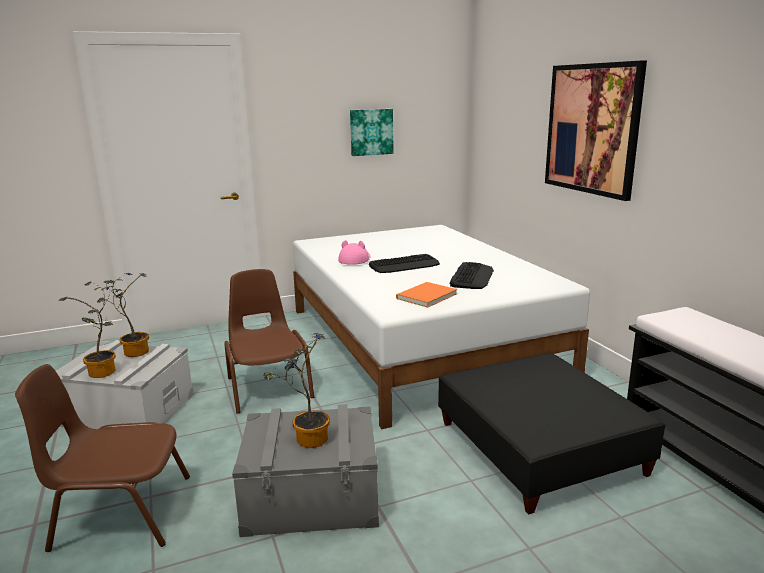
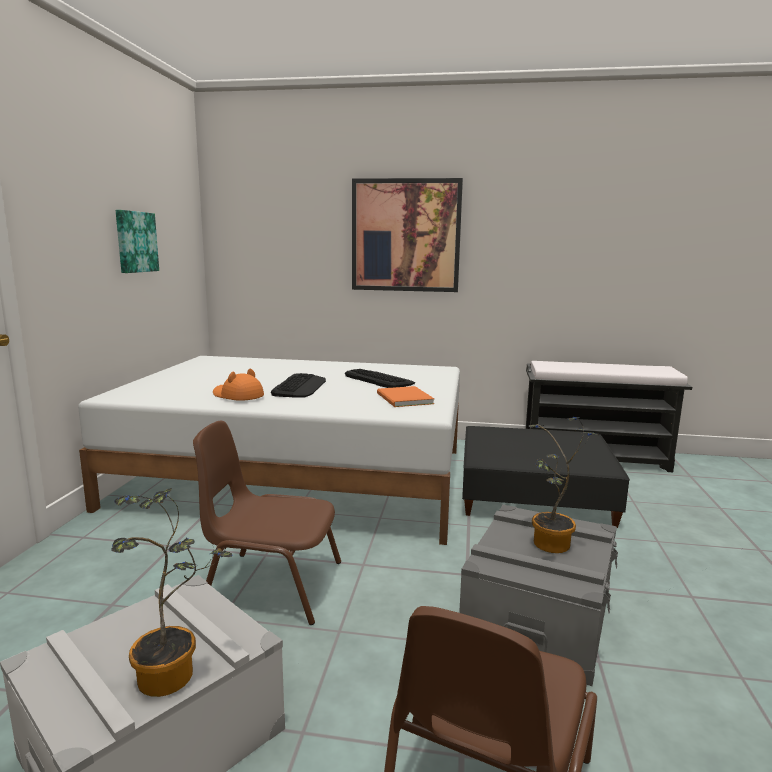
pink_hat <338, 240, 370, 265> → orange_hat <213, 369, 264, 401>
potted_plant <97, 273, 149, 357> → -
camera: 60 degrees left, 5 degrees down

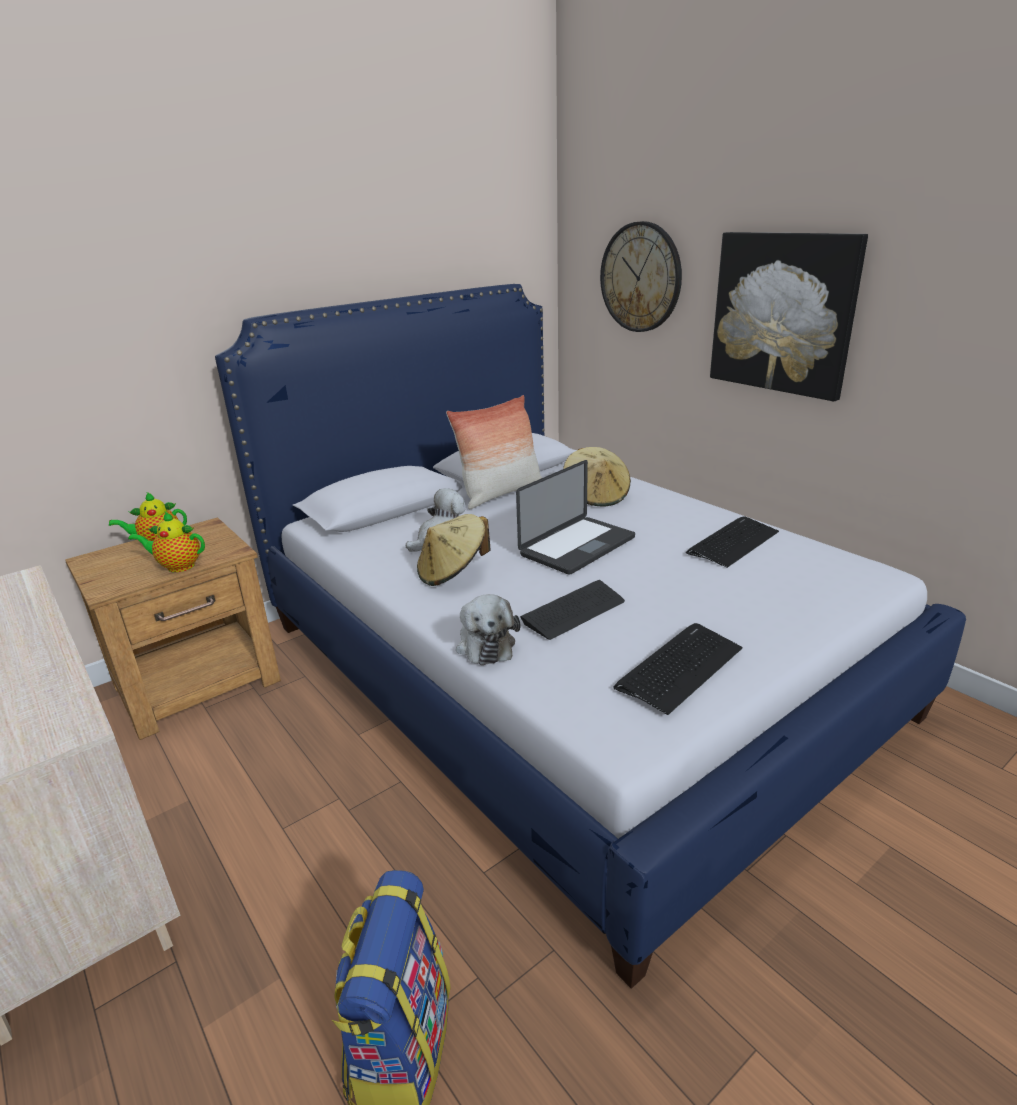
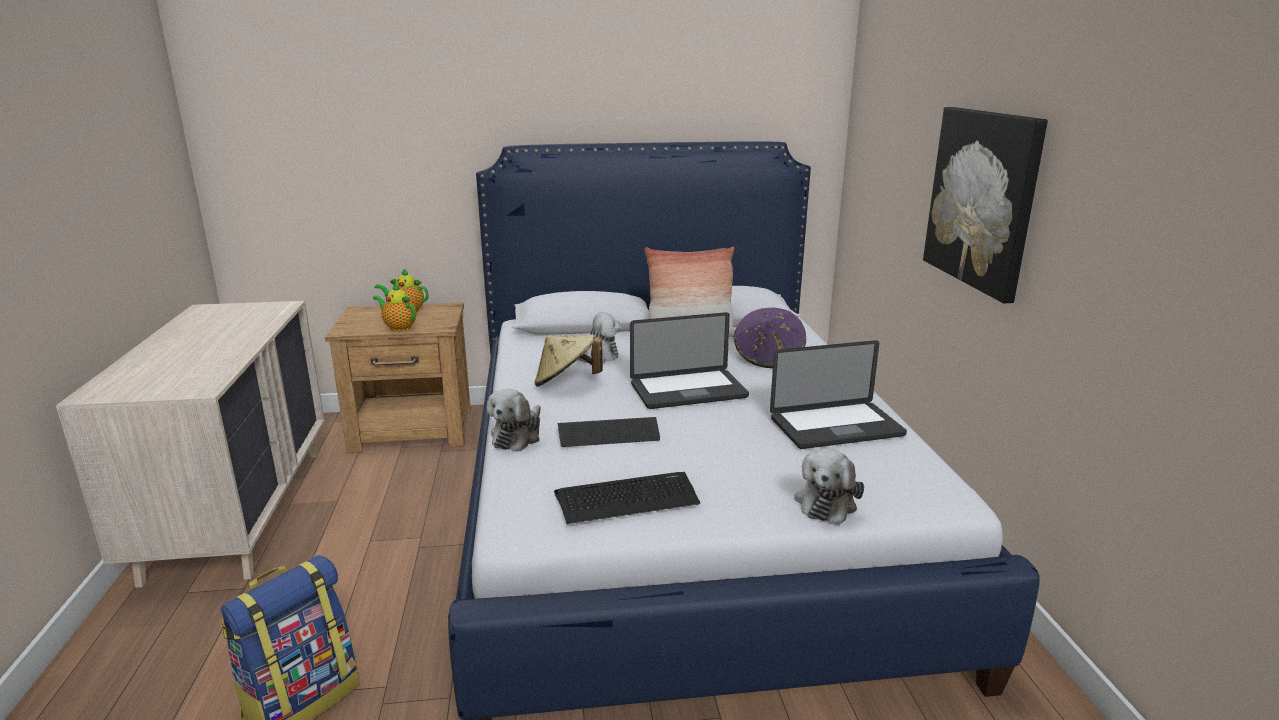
beige_hat <563, 447, 631, 507> → purple_hat <734, 307, 806, 368>
keyboard <686, 516, 779, 568> → laptop <770, 340, 907, 449>
- → plush_toy <794, 449, 864, 523>
wall_clock <600, 221, 682, 332> → -
camera: 30 degrees right, 5 degrees down

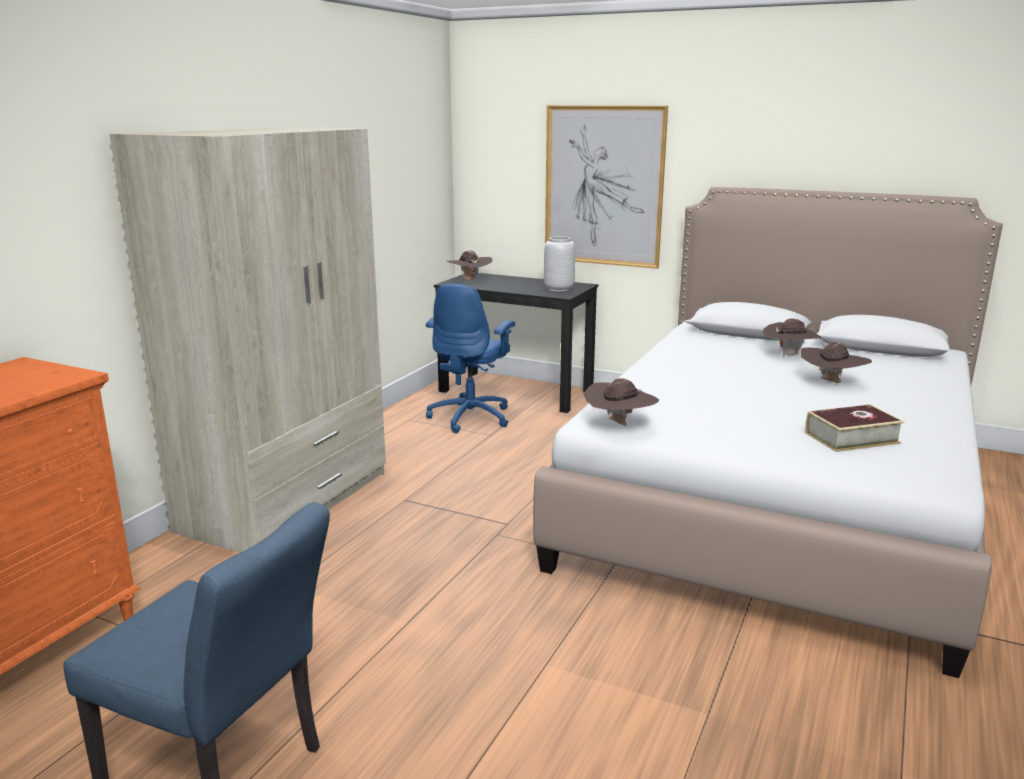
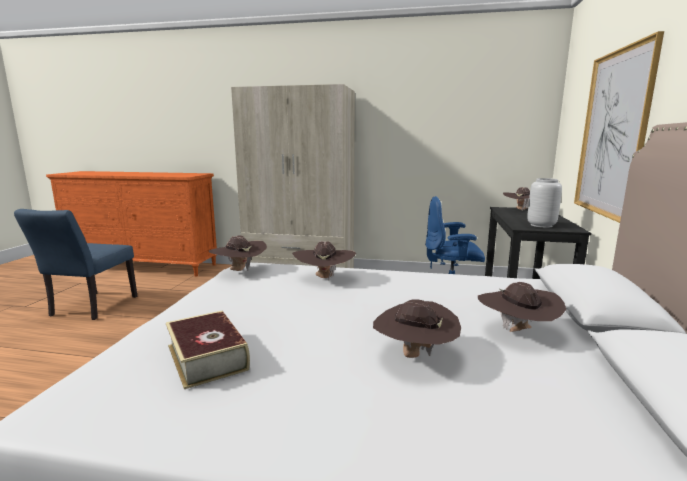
- → brown_hat <292, 241, 356, 279>
camera: 75 degrees right, 5 degrees down

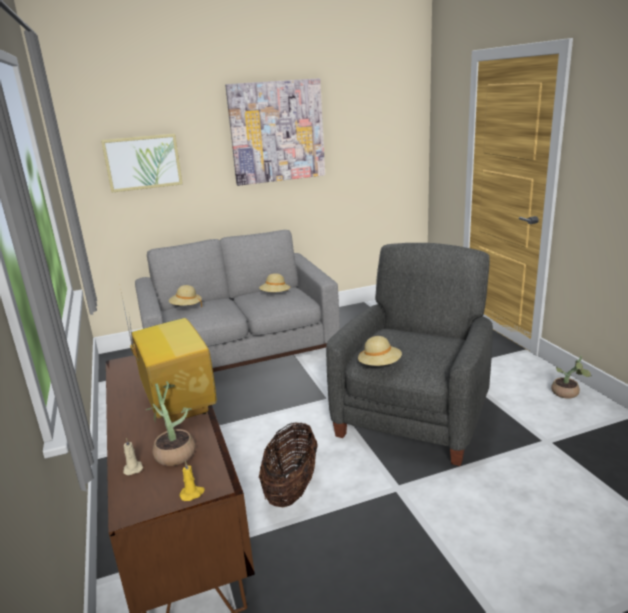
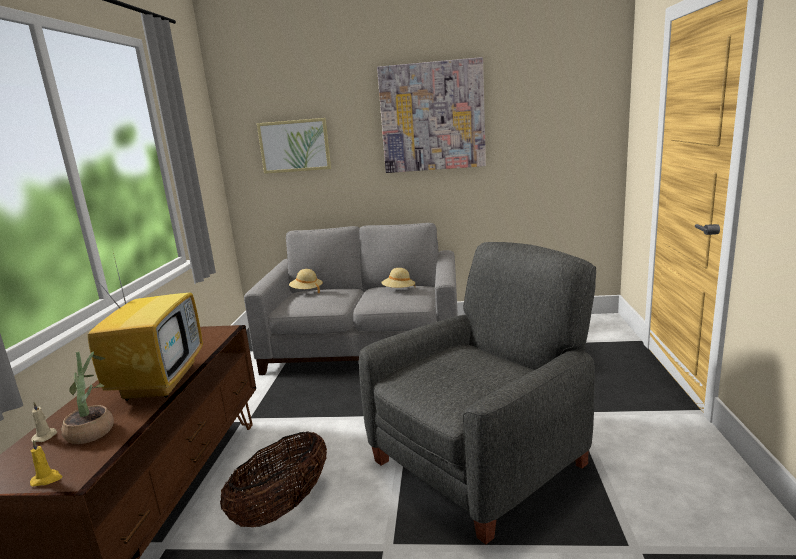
beige_hat <358, 336, 402, 366> → -
potted_plant <551, 356, 592, 399> → -
camera: 25 degrees right, 5 degrees down

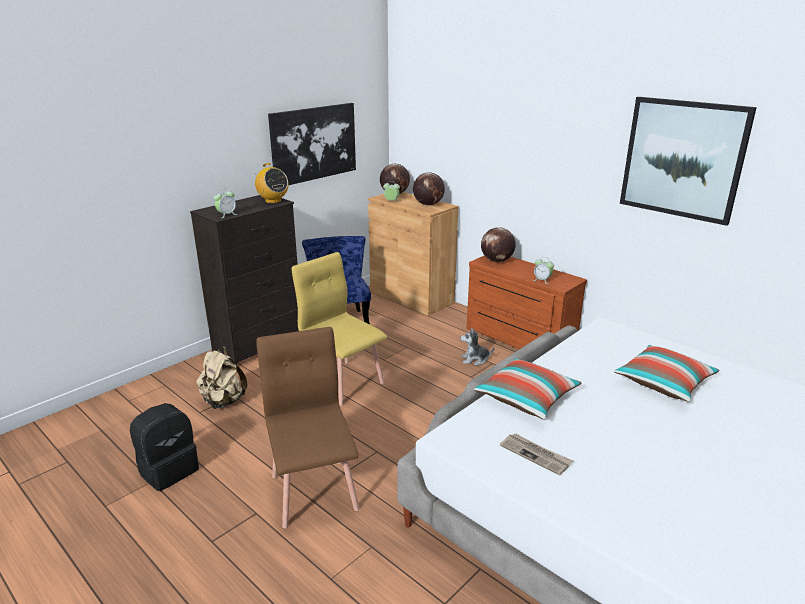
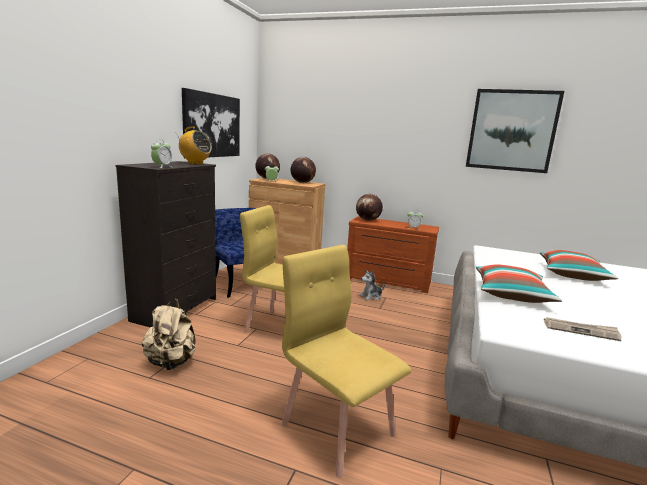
brown_chair <256, 327, 359, 528> → yellow_chair <282, 245, 411, 478>
black_backpack <130, 403, 199, 491> → -
camera: 25 degrees left, 10 degrees down

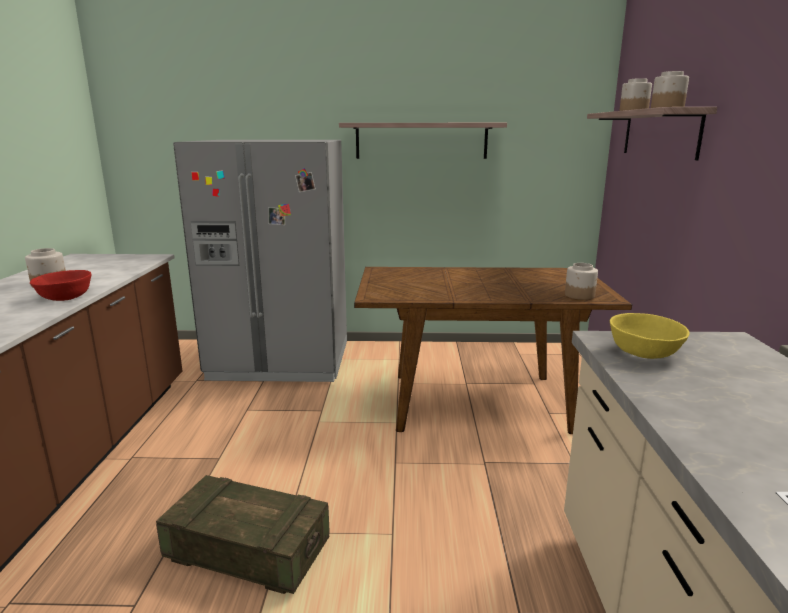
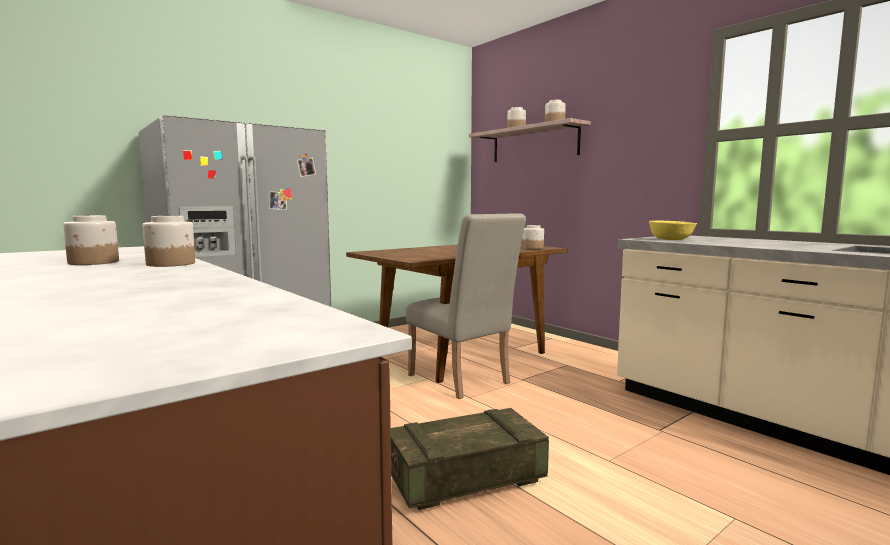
red_bowl <30, 270, 91, 301> → jar <143, 216, 195, 267>
- → beige_chair <406, 213, 526, 399>
shelf <339, 123, 507, 159> → -
camera: 40 degrees left, 10 degrees down

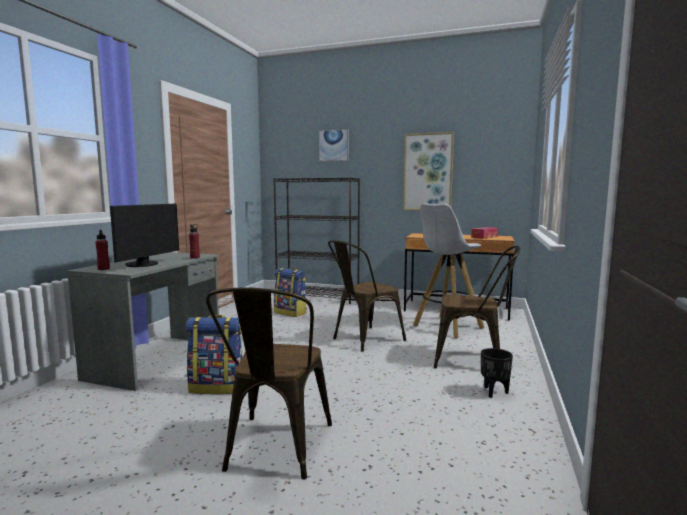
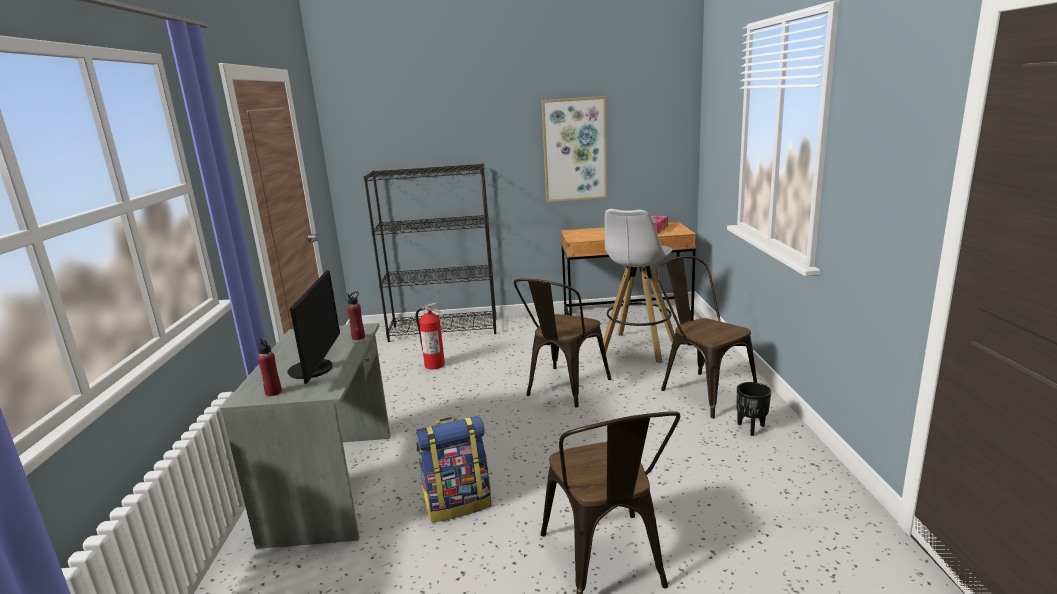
backpack <274, 268, 307, 317> → fire_extinguisher <416, 302, 445, 369>
brown_chair <434, 246, 520, 368> → brown_chair <657, 256, 757, 418>, 120 degrees counterclockwise
picture <319, 129, 349, 162> → -
camera: 20 degrees left, 10 degrees up

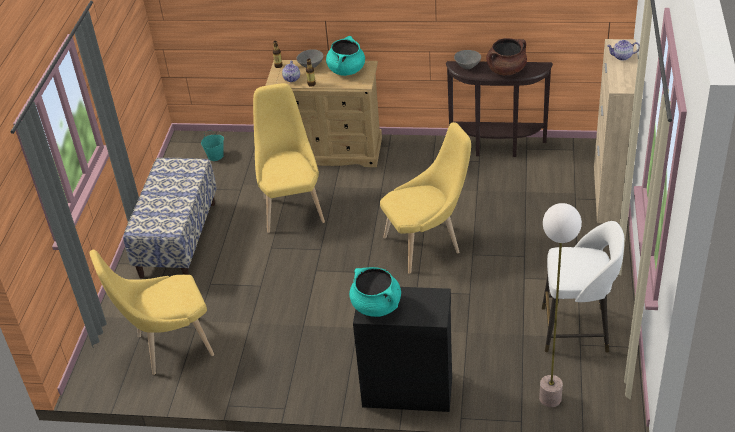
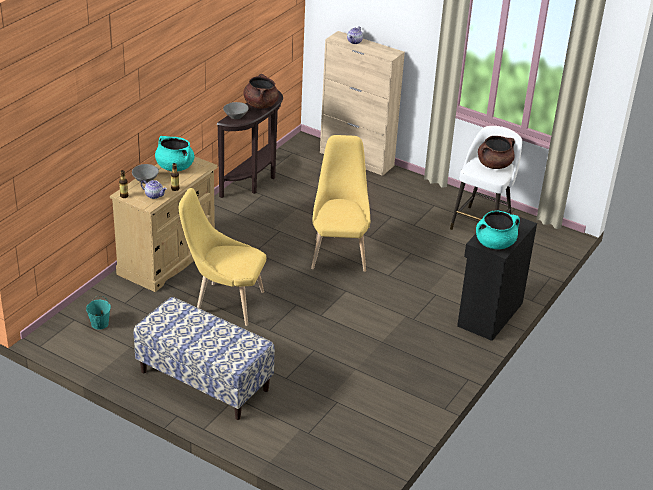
- → brown_cooking_pot <478, 136, 515, 169>
yellow_chair <89, 250, 214, 375> → -
floor_lamp <539, 203, 582, 407> → -
camera: 70 degrees left, 5 degrees down

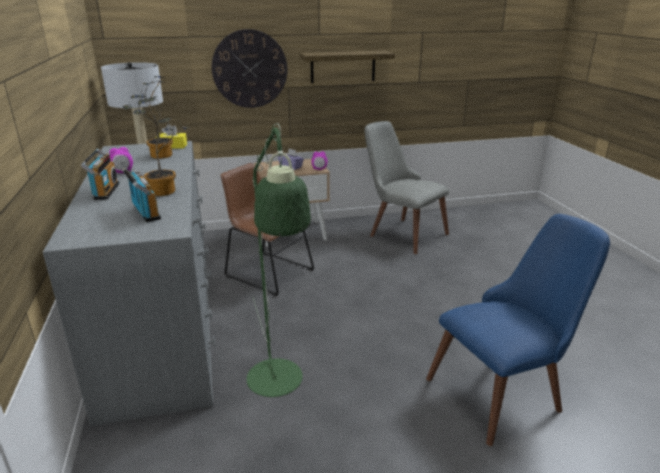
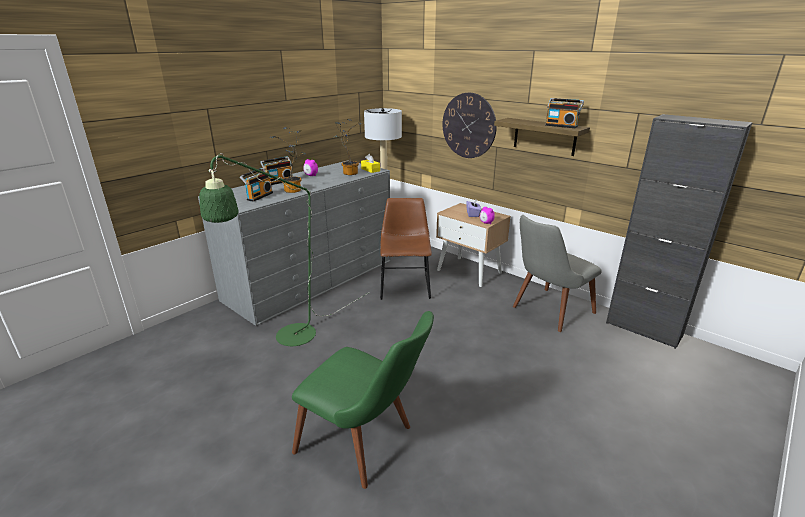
blue_chair <426, 214, 610, 446> → green_chair <292, 311, 434, 489>
grey_chair <364, 121, 449, 254> → grey_chair <513, 215, 602, 332>, 135 degrees counterclockwise
- → radio <545, 98, 584, 128>
- → black_cabinet <606, 114, 753, 349>
camera: 55 degrees right, 0 degrees up

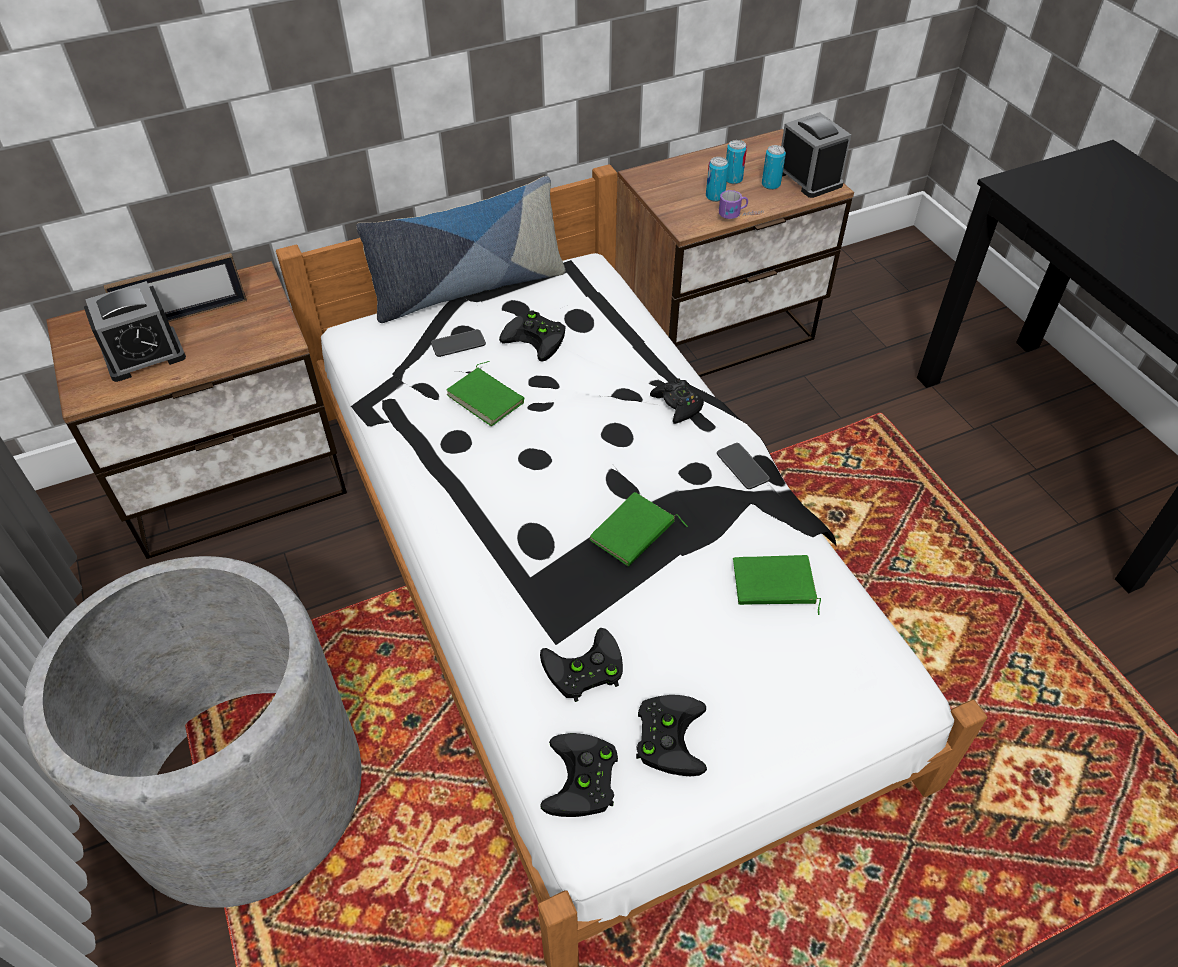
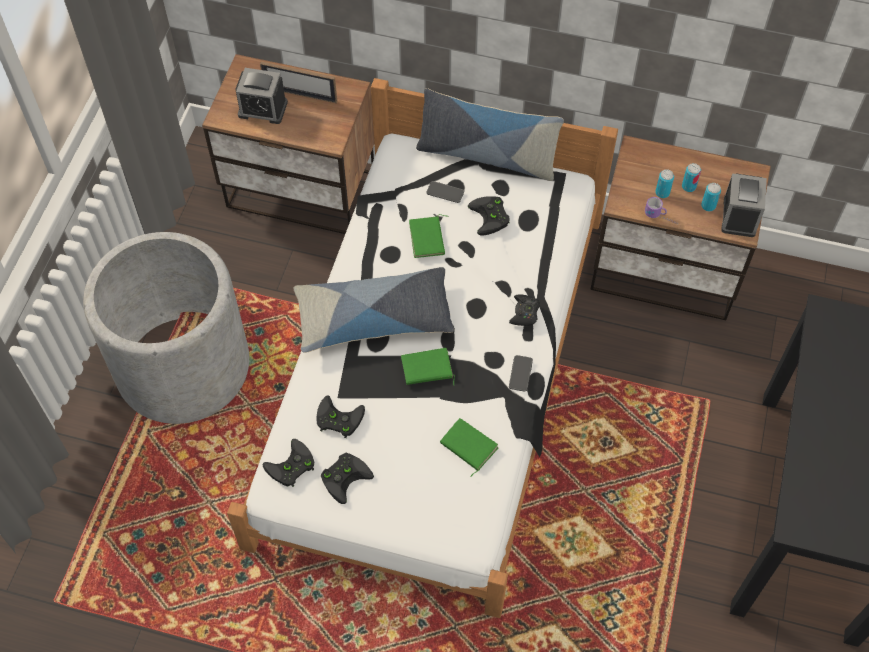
- → pillow <293, 267, 454, 353>
camera: 40 degrees right, 10 degrees up

